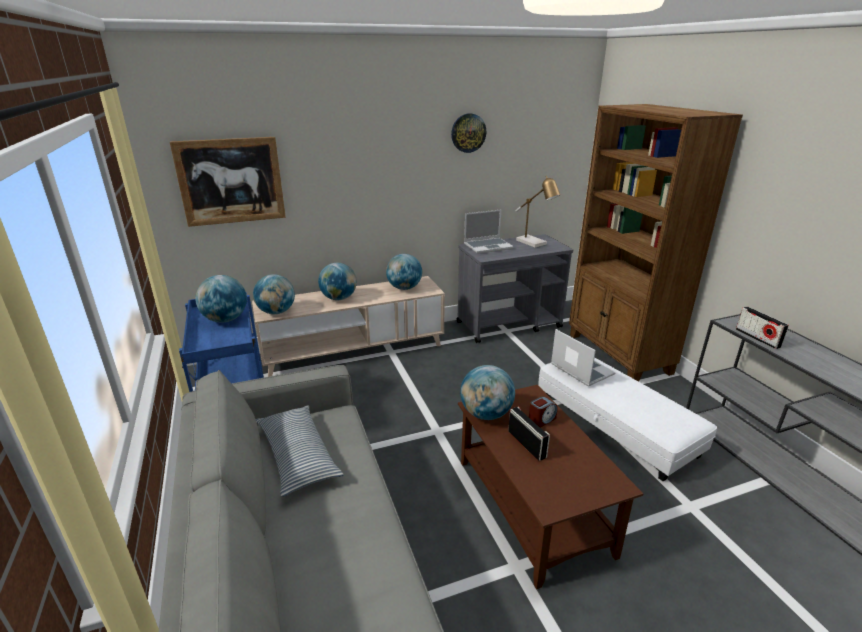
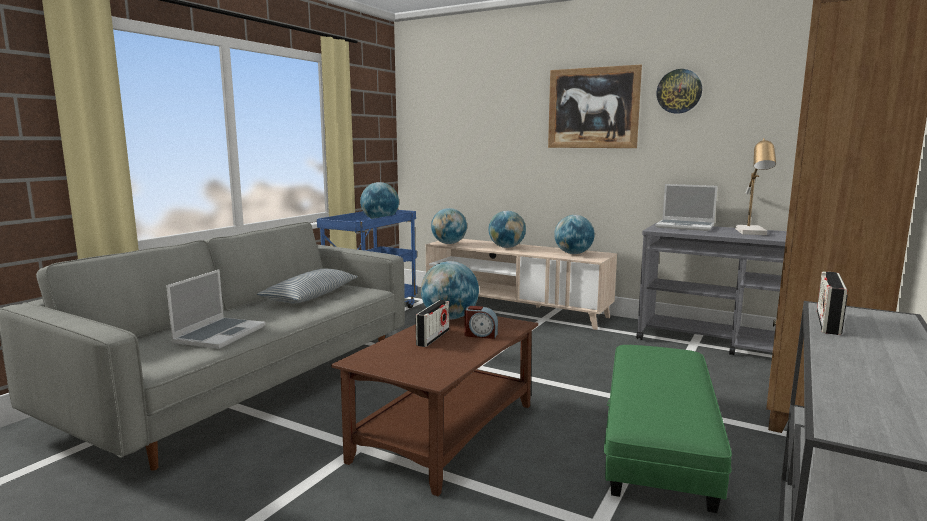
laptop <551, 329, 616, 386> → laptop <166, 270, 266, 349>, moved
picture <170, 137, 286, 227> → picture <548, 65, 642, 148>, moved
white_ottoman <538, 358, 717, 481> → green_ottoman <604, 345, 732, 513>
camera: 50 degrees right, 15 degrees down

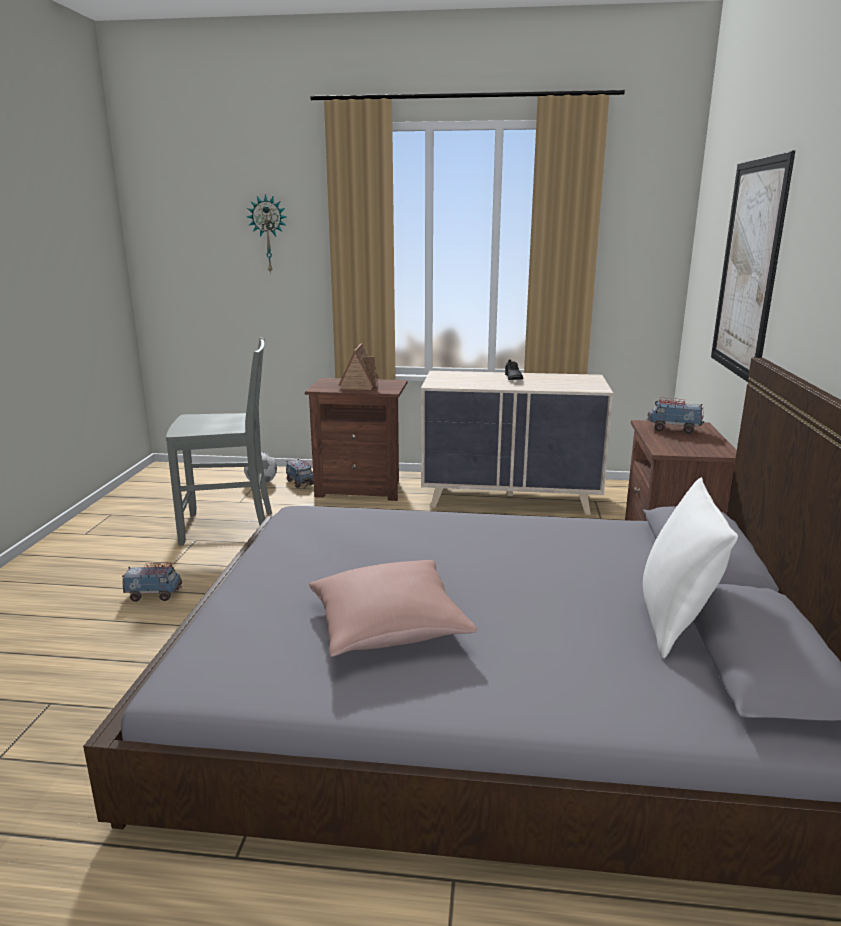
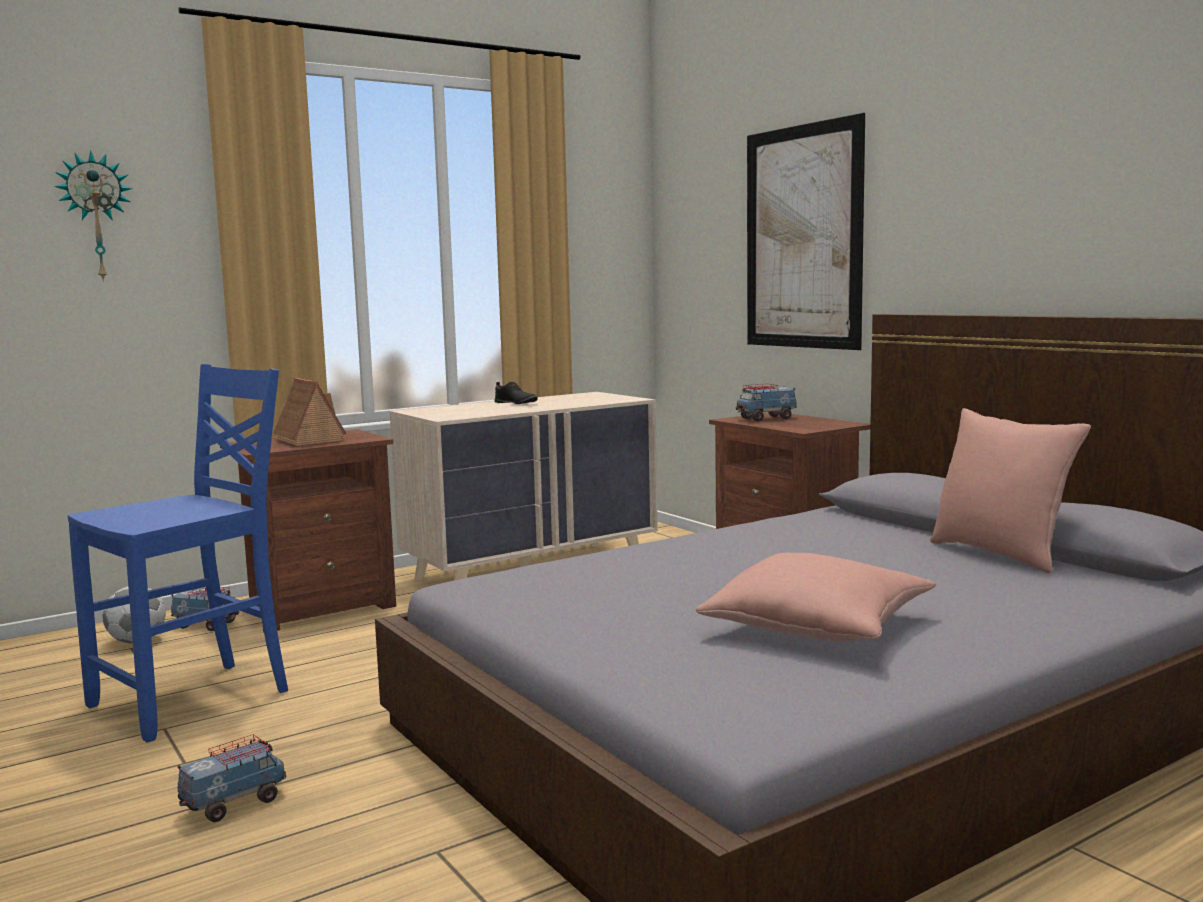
grey_chair <166, 338, 272, 545> → blue_chair <68, 364, 288, 743>
white_pillow <643, 477, 738, 658> → pink_pillow <930, 408, 1091, 573>
camera: 40 degrees left, 10 degrees down

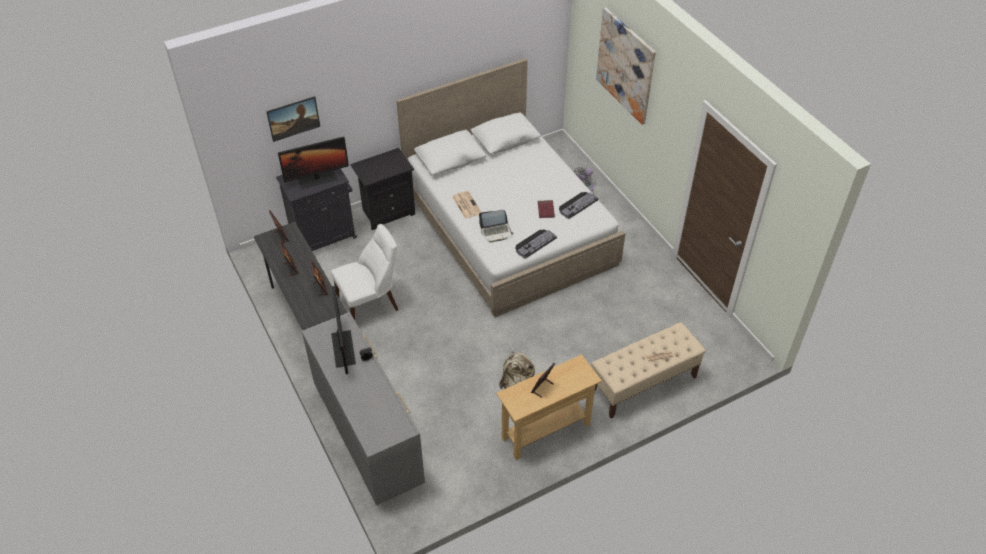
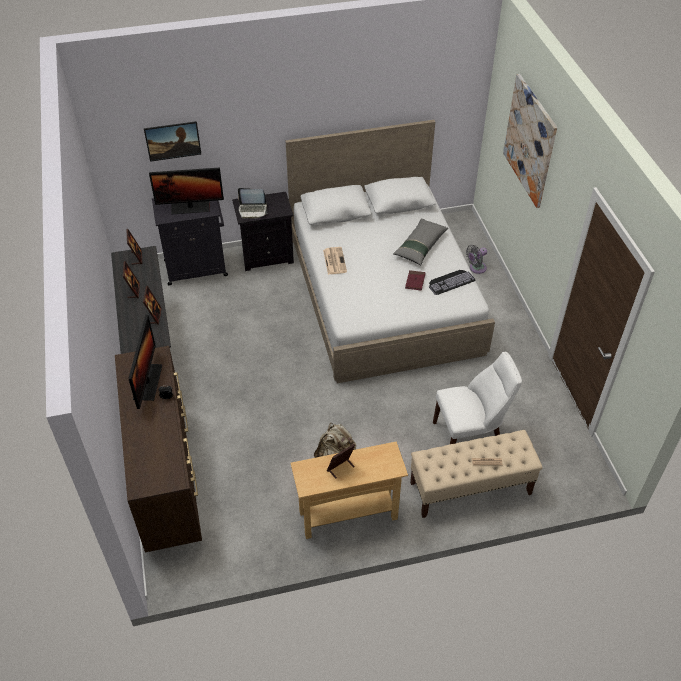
grey_dresser <302, 312, 425, 505> → brown_dresser <115, 346, 202, 553>
laptop <479, 210, 513, 243> → laptop <238, 188, 268, 219>, moved
- → grey_pillow <393, 219, 448, 266>
white_chair <331, 224, 398, 320> → white_chair <433, 351, 522, 444>, moved
keyboard <515, 230, 557, 259> → -
camera: 15 degrees right, 0 degrees up

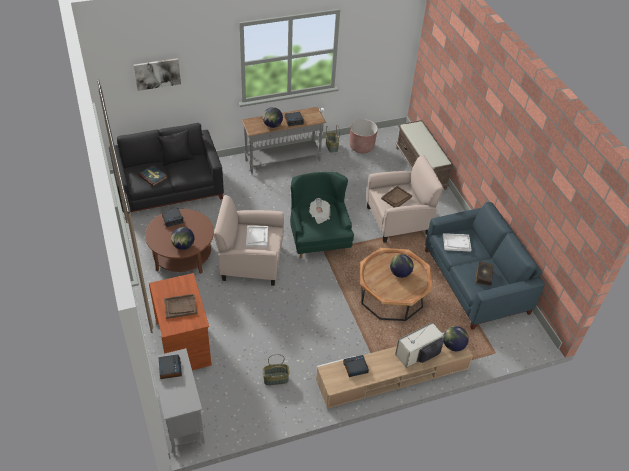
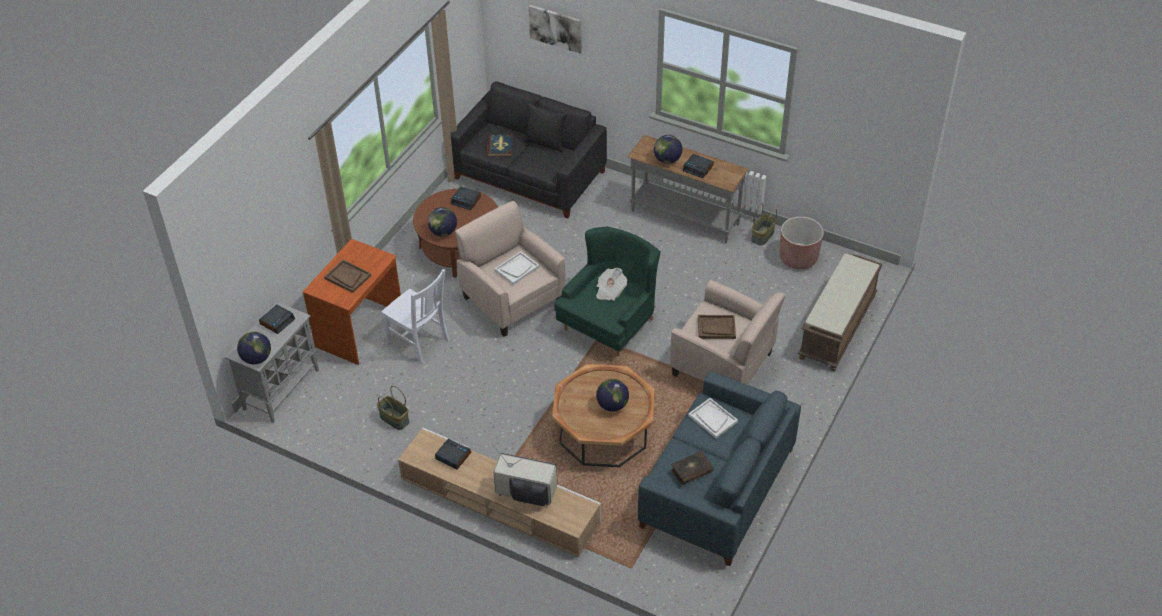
globe <443, 326, 469, 351> → globe <237, 332, 271, 364>, moved
- → white_chair <381, 269, 449, 363>
camera: 50 degrees right, 0 degrees up

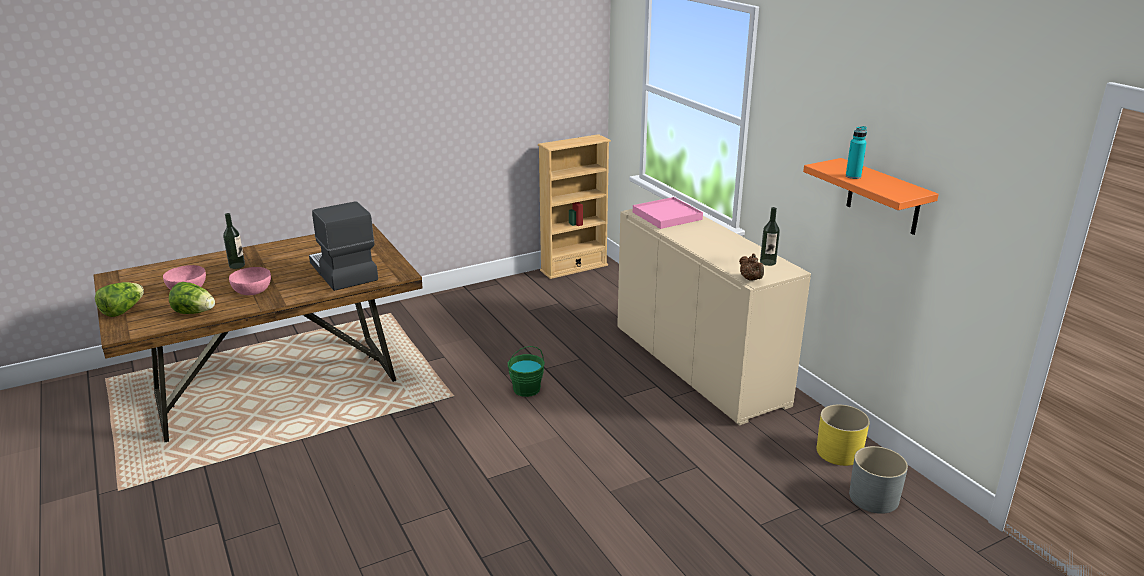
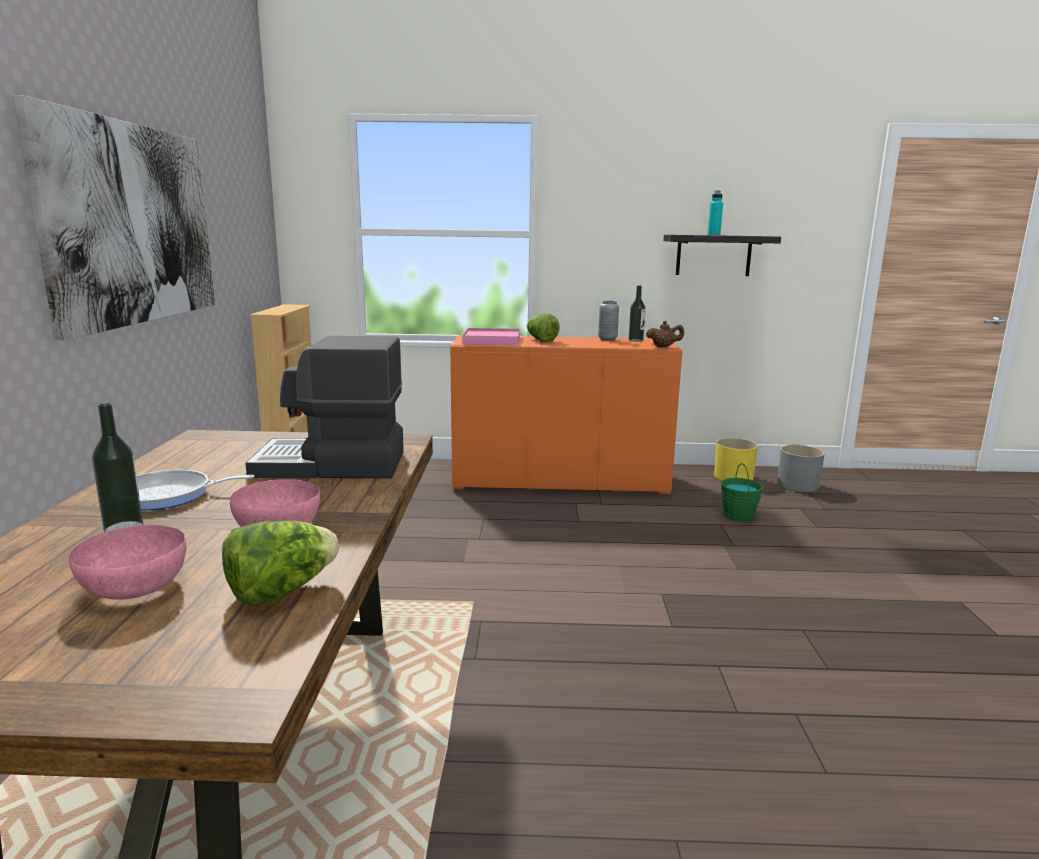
- → picture <13, 95, 215, 341>
- → frying_pan <137, 470, 255, 510>
beige_cabinet <617, 209, 811, 426> → orange_cabinet <450, 335, 682, 494>
lettuce <95, 282, 144, 317> → lettuce <527, 314, 560, 342>, moved
- → grey_vase <598, 301, 619, 341>
orange_shelf <803, 158, 939, 235> → black_shelf <663, 235, 781, 276>
green_bucket <508, 346, 545, 397> → green_bucket <721, 463, 763, 522>, moved
camera: 60 degrees left, 10 degrees down

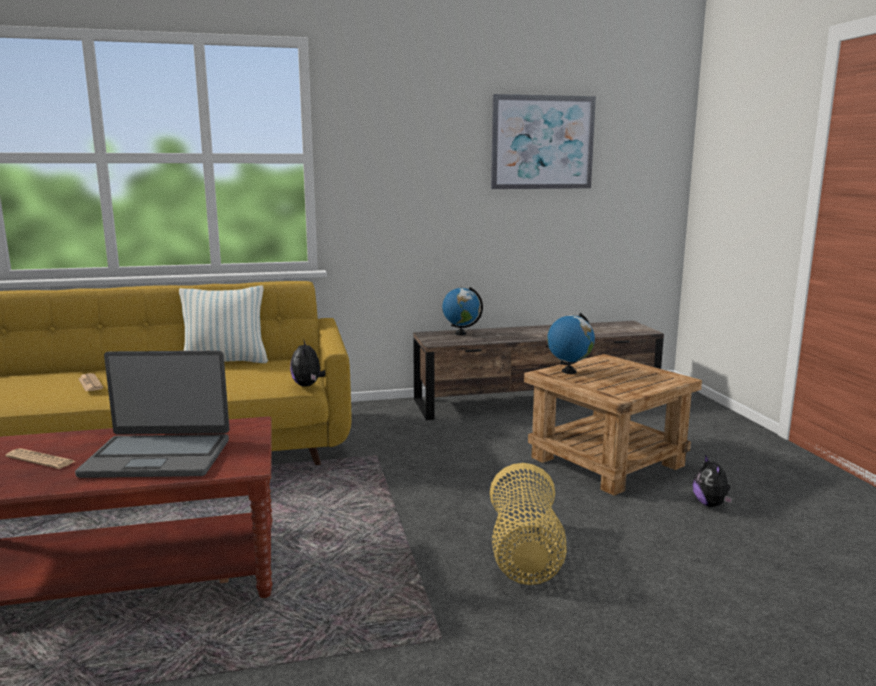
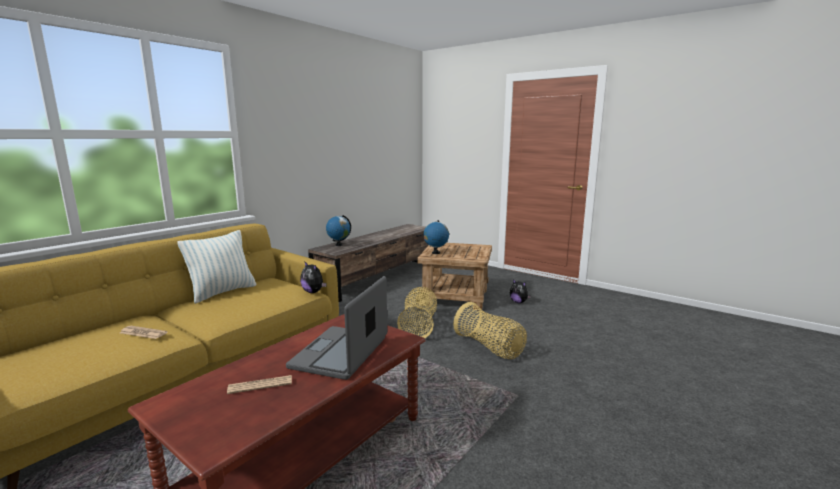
laptop <75, 351, 229, 478> → laptop <286, 276, 387, 380>, 150 degrees clockwise
- → basket <397, 287, 437, 338>
picture <491, 94, 596, 189> → -
camera: 40 degrees left, 0 degrees up

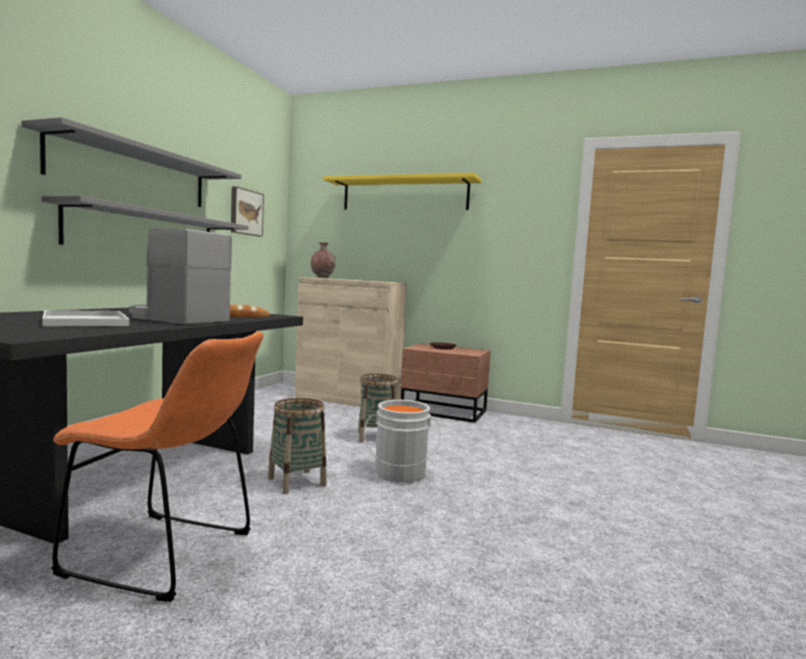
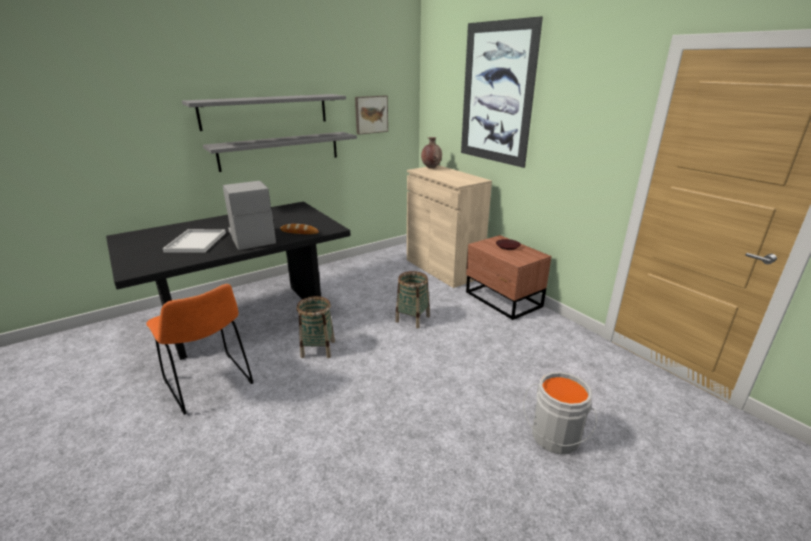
yellow_shelf <323, 173, 482, 210> → picture <461, 16, 543, 168>
grey_bucket <364, 400, 441, 482> → grey_bucket <523, 372, 597, 455>, moved
camera: 35 degrees right, 20 degrees up

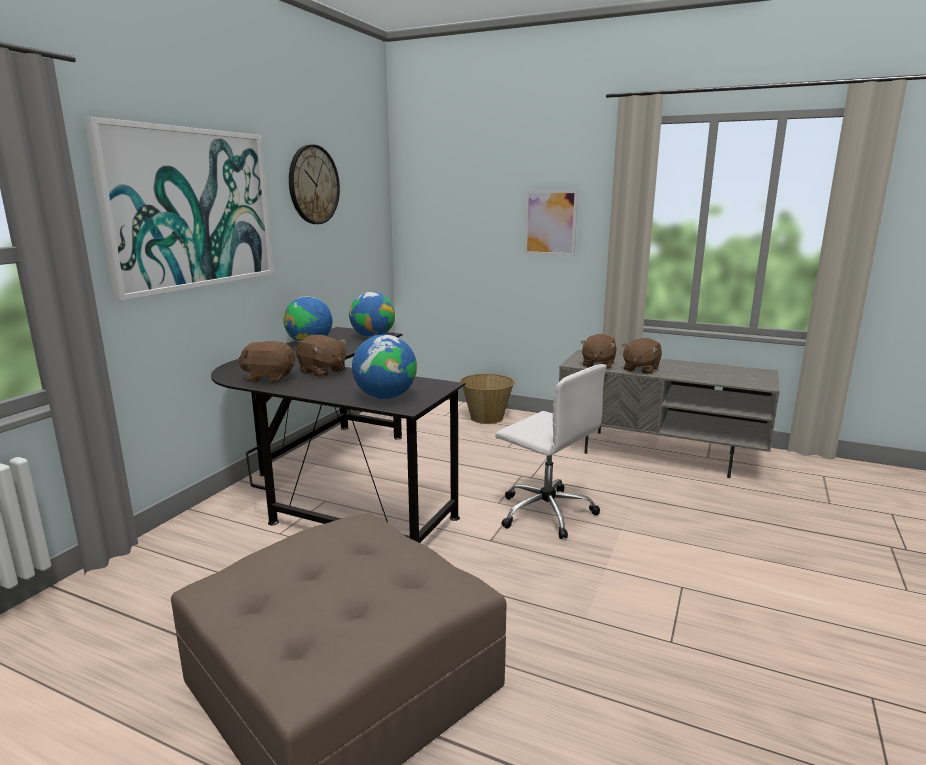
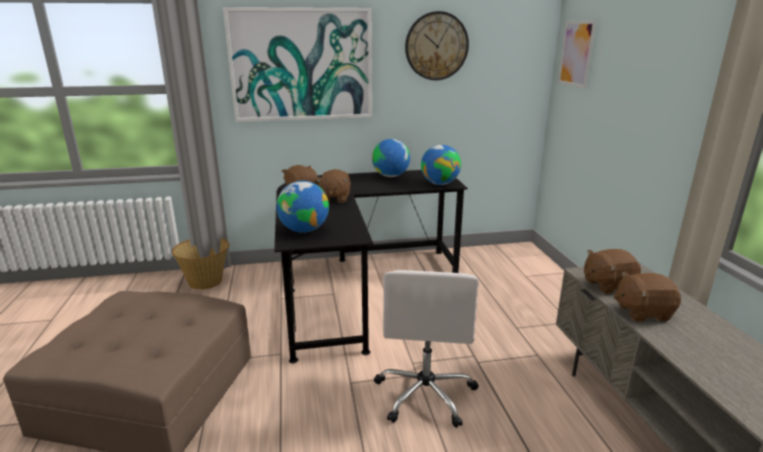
basket <460, 374, 515, 424> → basket <172, 238, 229, 290>, moved
picture <524, 190, 578, 256> → picture <558, 21, 596, 88>, moved
camera: 55 degrees right, 5 degrees up

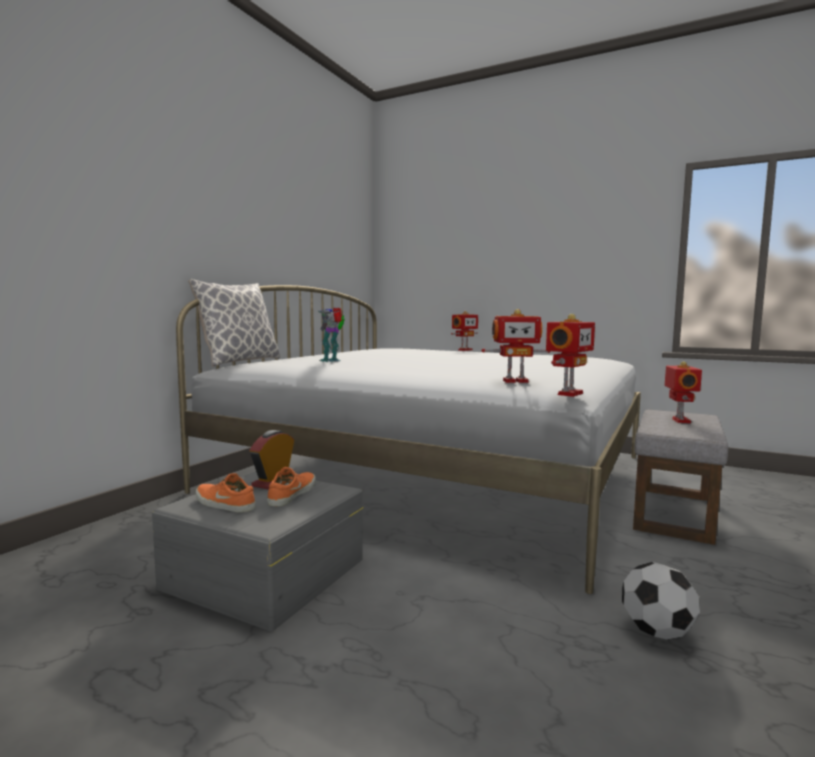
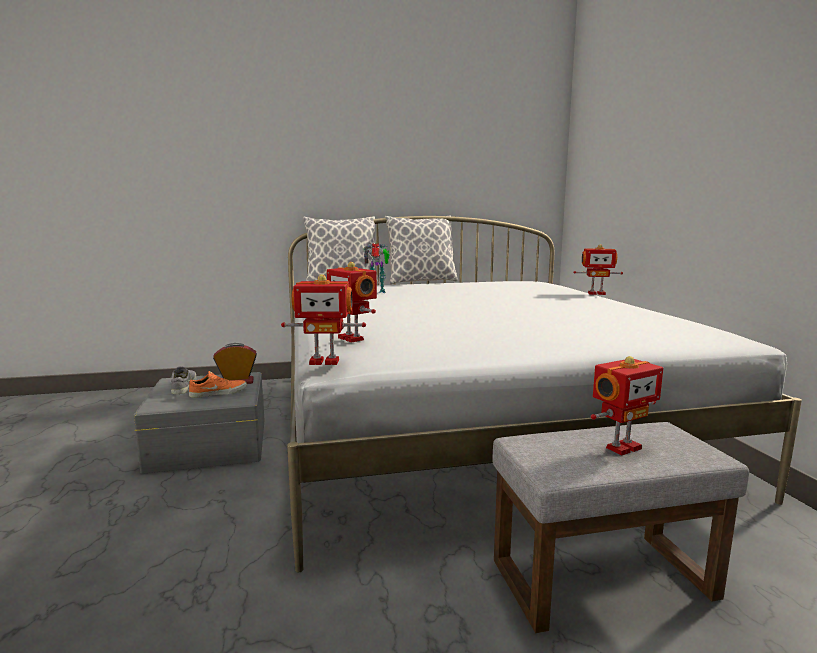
orange_shoe <196, 473, 256, 512> → grey_shoe <171, 367, 197, 394>
- → pillow <384, 215, 458, 285>
football <622, 562, 700, 640> → -
camera: 50 degrees right, 5 degrees up

